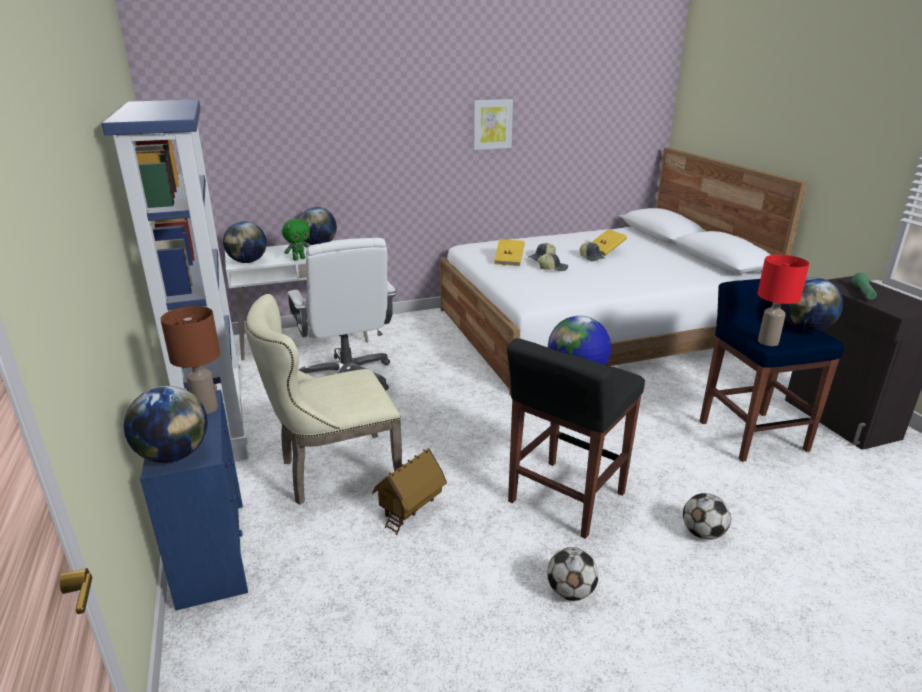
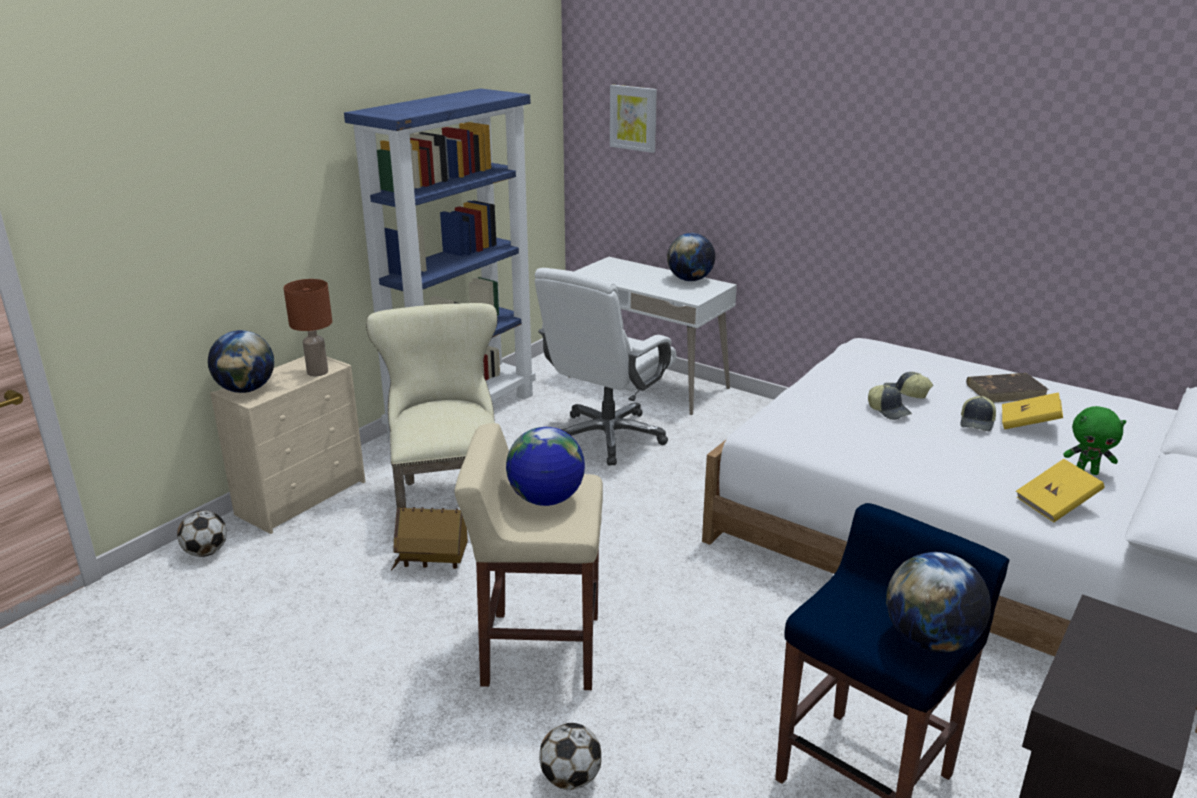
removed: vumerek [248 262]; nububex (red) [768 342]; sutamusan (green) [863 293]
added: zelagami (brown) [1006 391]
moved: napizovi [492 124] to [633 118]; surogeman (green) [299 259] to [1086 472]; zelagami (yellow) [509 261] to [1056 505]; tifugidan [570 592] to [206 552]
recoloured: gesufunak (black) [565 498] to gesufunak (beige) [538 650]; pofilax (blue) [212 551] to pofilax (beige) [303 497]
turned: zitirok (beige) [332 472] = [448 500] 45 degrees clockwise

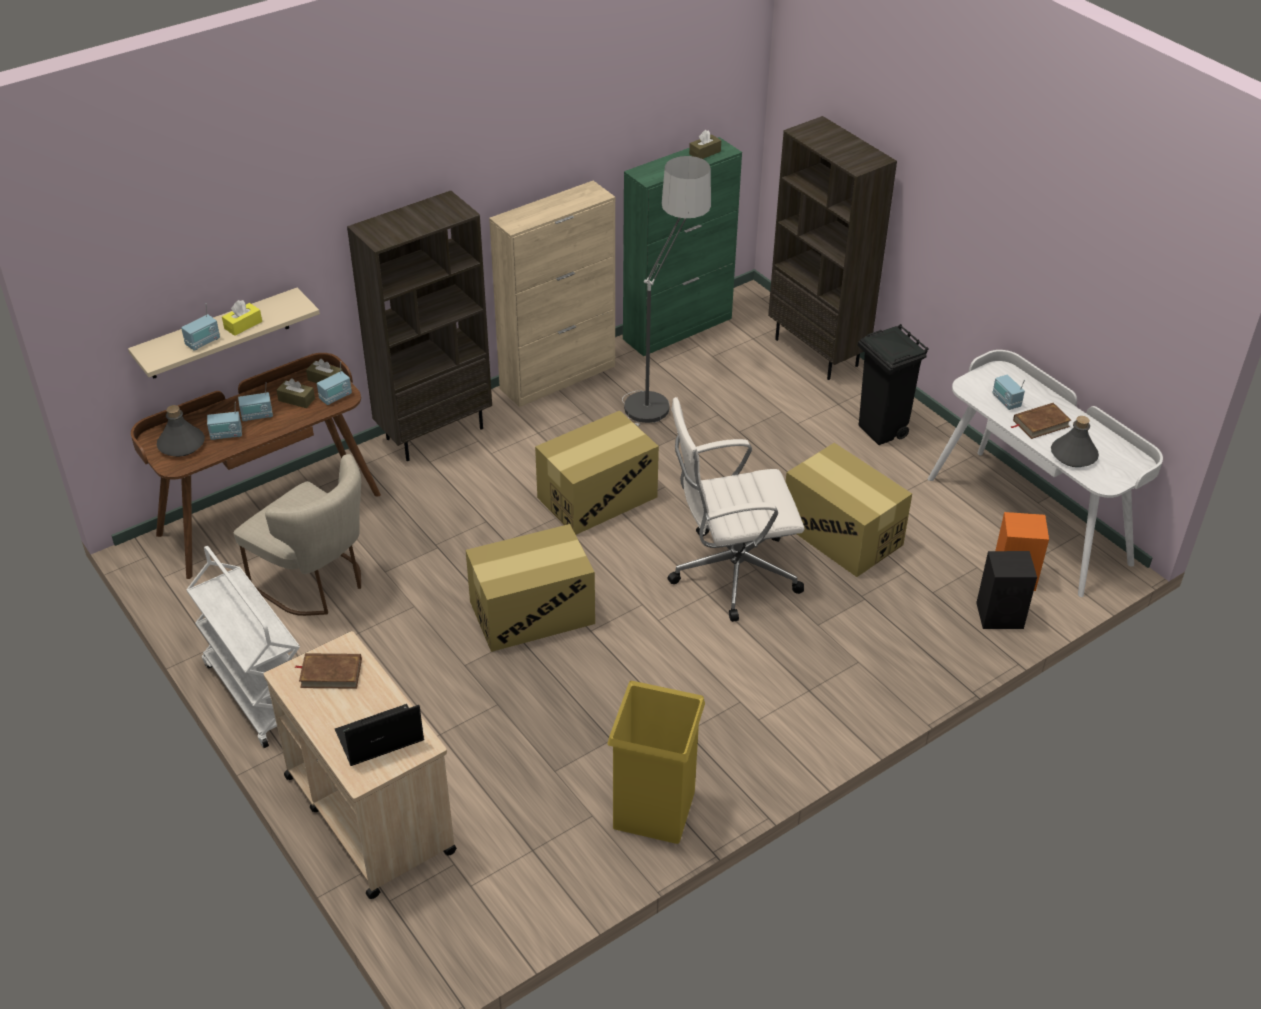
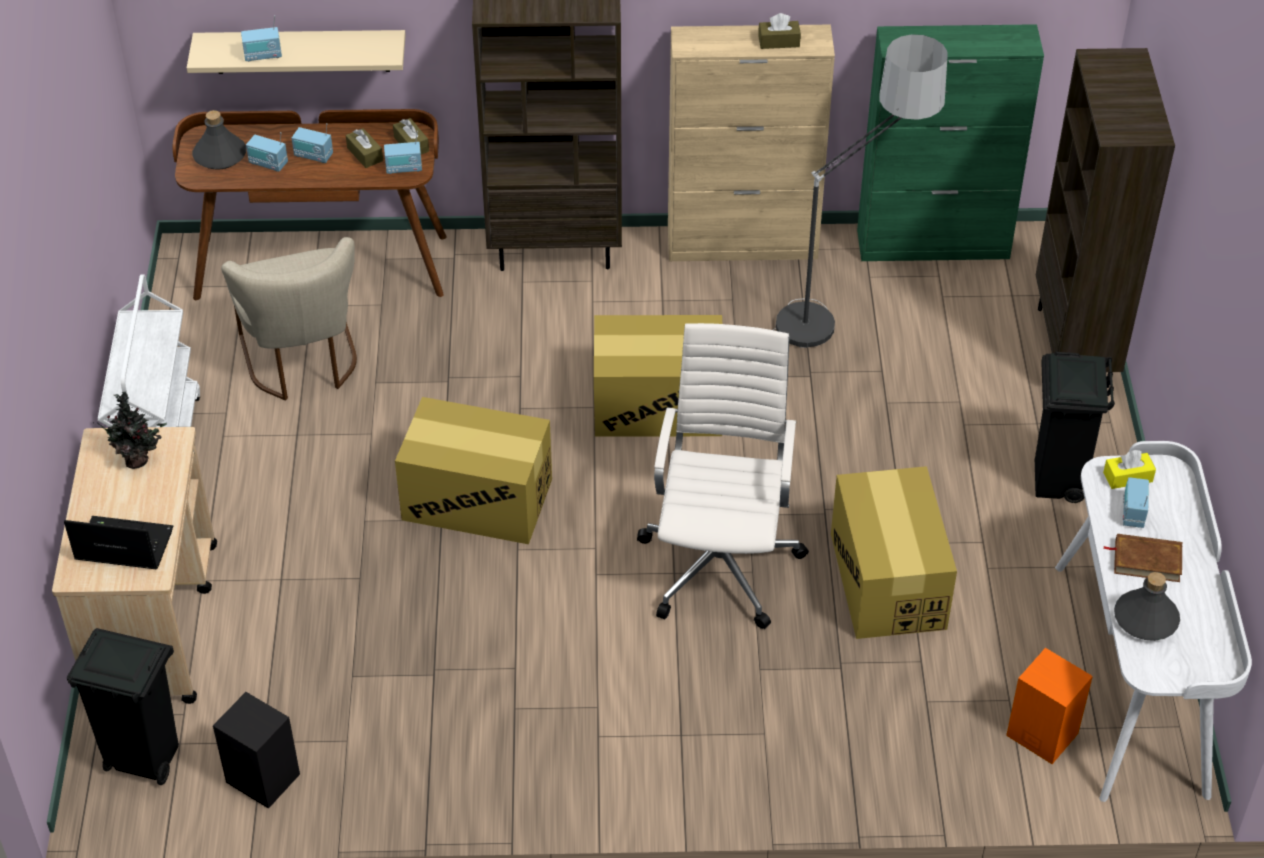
removed: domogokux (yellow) [653 808]
added: domogokux (black) [143 759]
moved: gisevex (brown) [705 153] to [779 41]; gisevex (yellow) [243 325] to [1127 477]; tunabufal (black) [1001 615] to [264 779]
replaced: zelagami (brown) [331 673] to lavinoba [139 460]
turned: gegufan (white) [730 572] = [721 561] 75 degrees clockwise

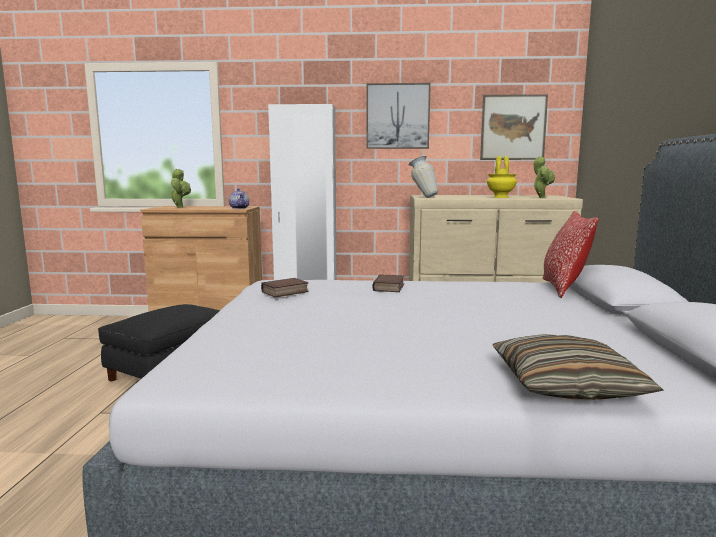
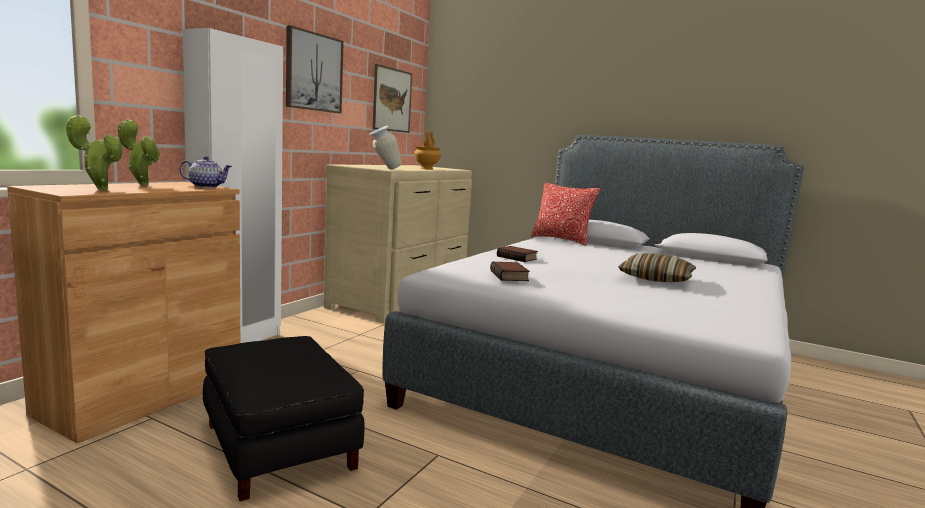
moved: lavinoba [541 197] to [141 184]; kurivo [566 385] to [656 279]
recoloured: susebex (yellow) [500 197] to susebex (brown) [426 169]

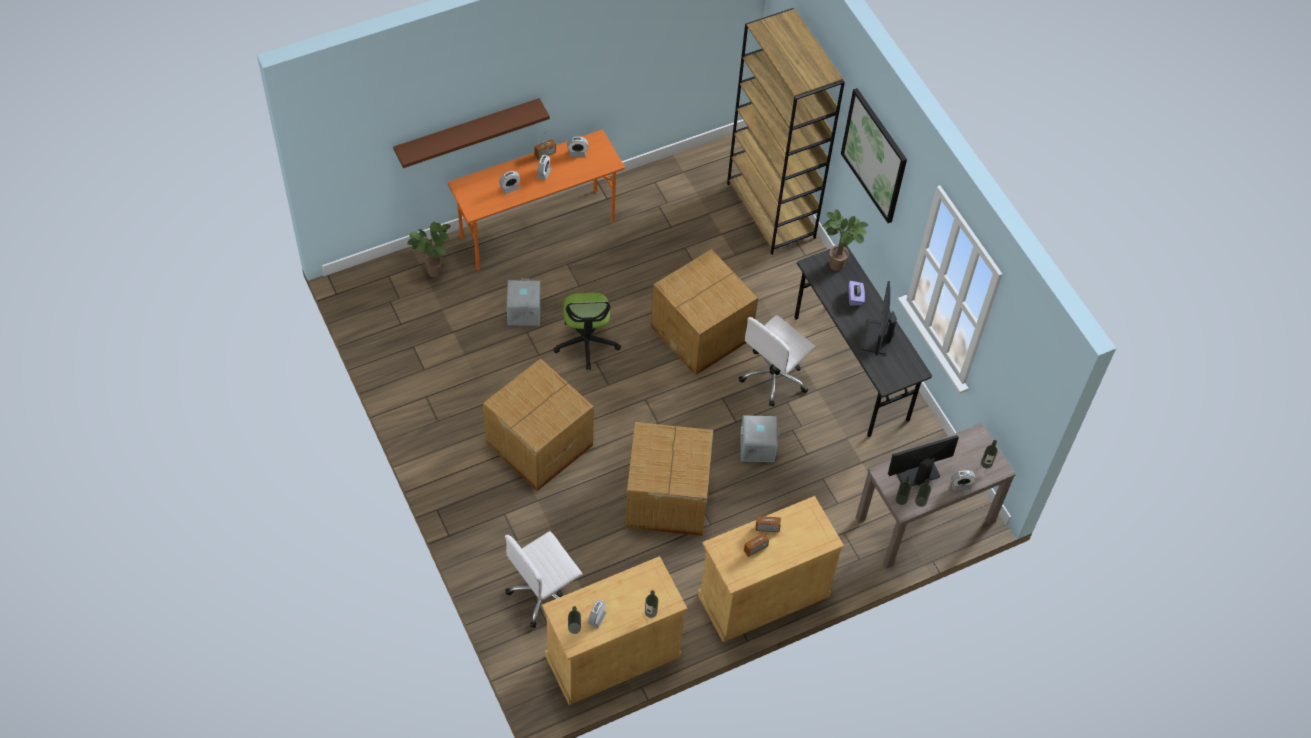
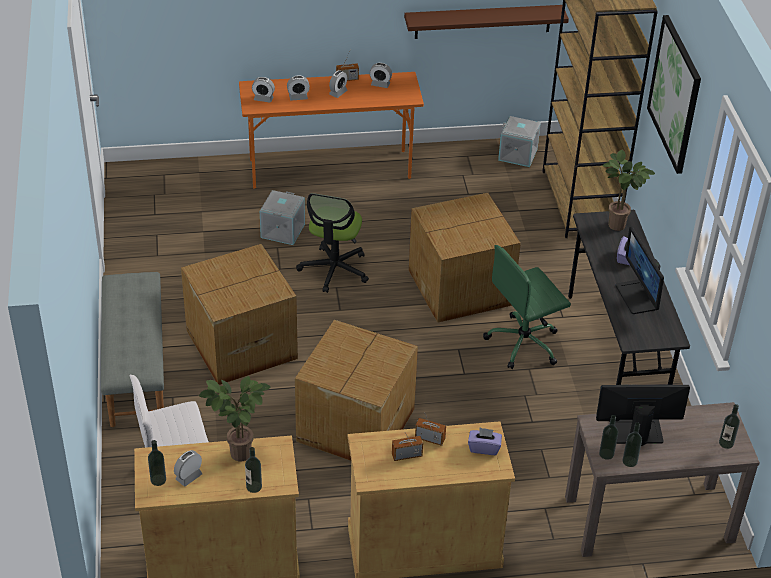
added: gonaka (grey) [135 368]; gisevex (purple) [484 448]
moved: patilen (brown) [467 131] to [483 21]; lavinoba [434 274] to [238 456]; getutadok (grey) [757 446] to [518 154]; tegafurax [960 485] to [263 99]
recoloured: gegufan (white) [774 377] to gegufan (green) [524 343]
turned: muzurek [877 337] = [638 297] 45 degrees counterclockwise

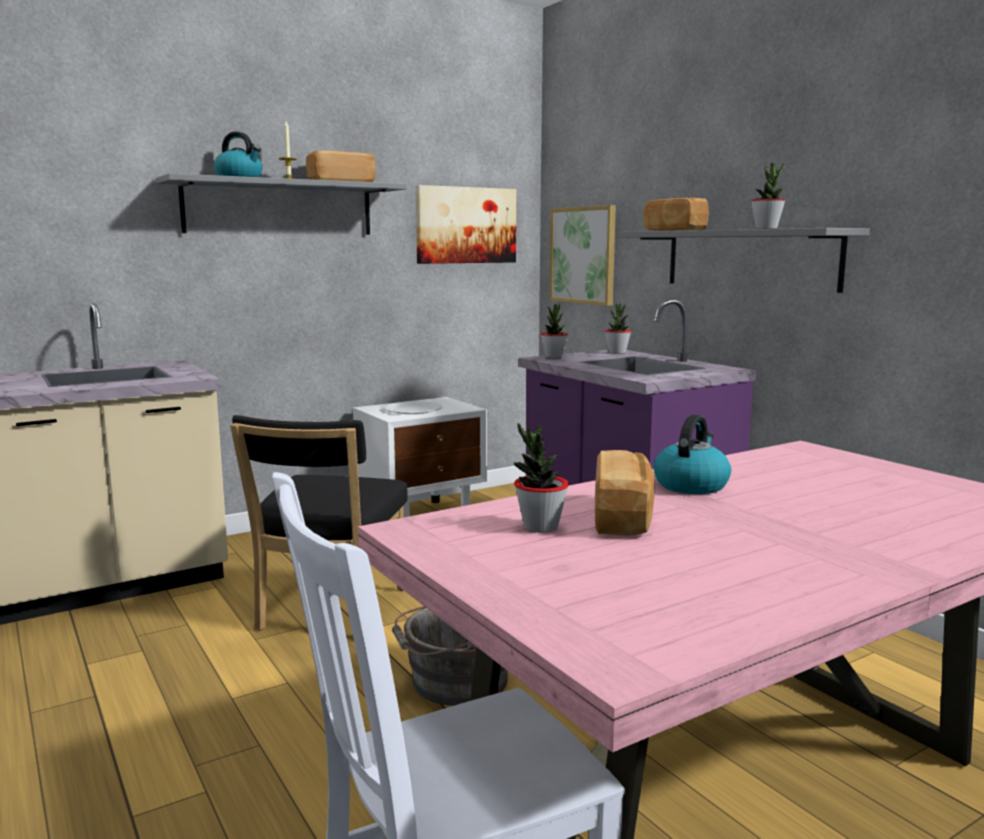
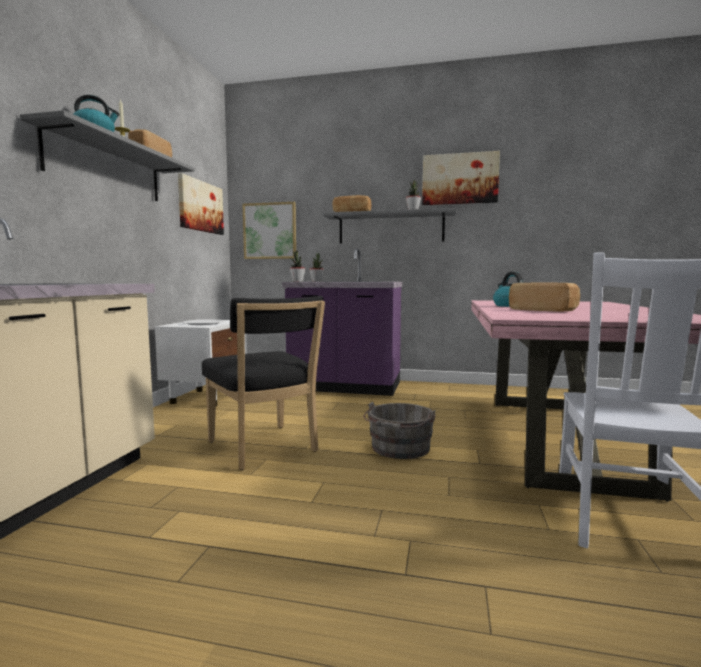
removed: lavinoba [540 527]
added: napizovi [459 179]

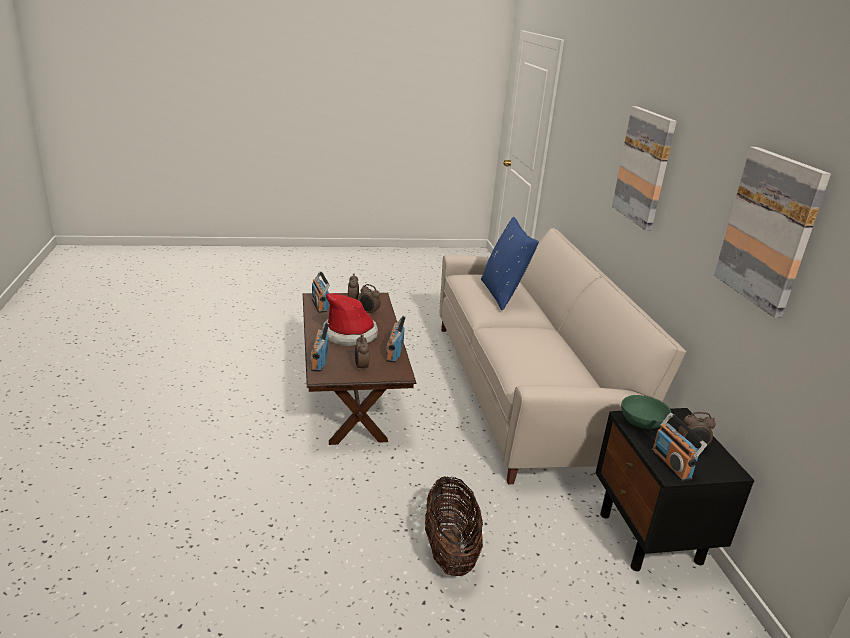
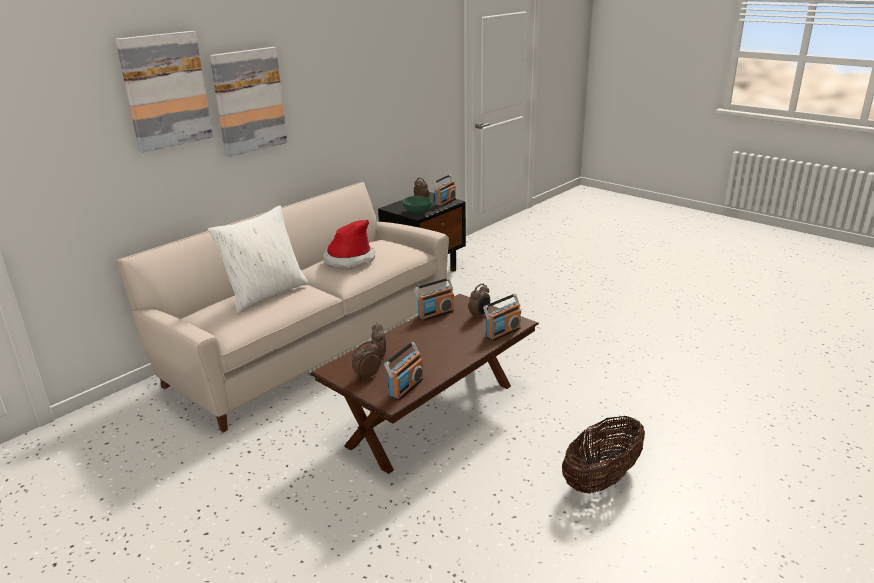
moved: napizovi [769 230] to [165 91]; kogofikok [350 334] to [349 259]; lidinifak [450 550] to [601 479]
recoloured: kurivo (blue) [503 294] to kurivo (white) [266 294]

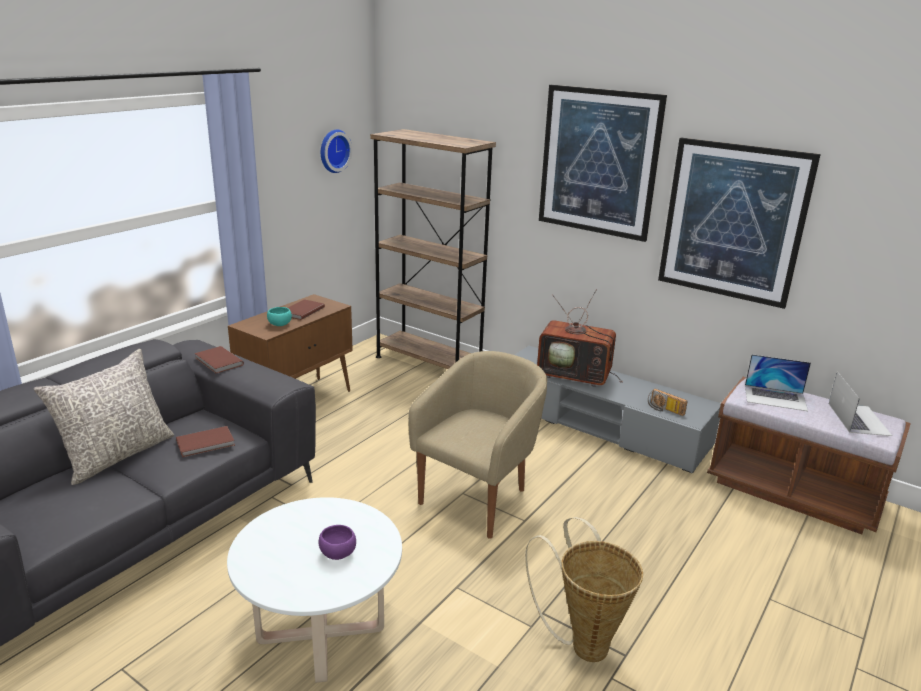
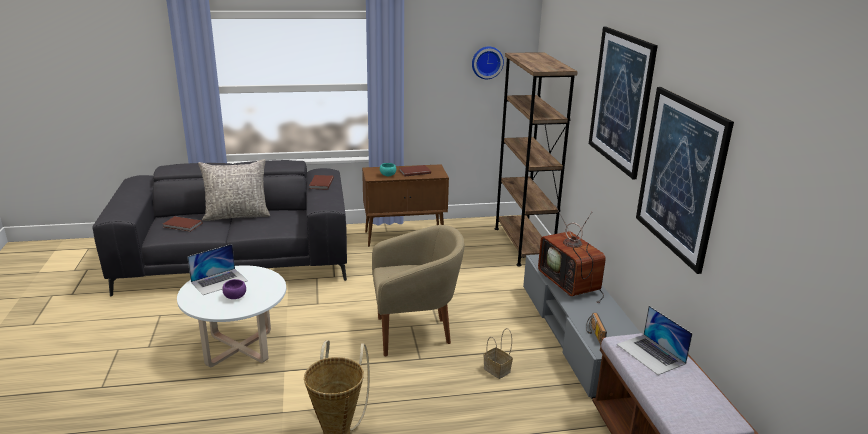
added: lidinifak [498 370]
moved: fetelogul [858 419] to [219 281]; zelagami (brown) [206 443] to [182 225]

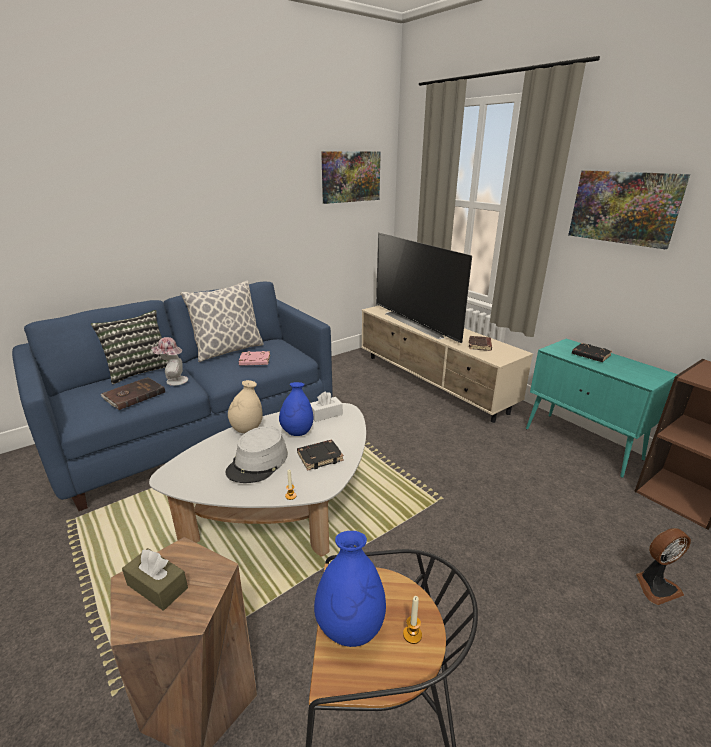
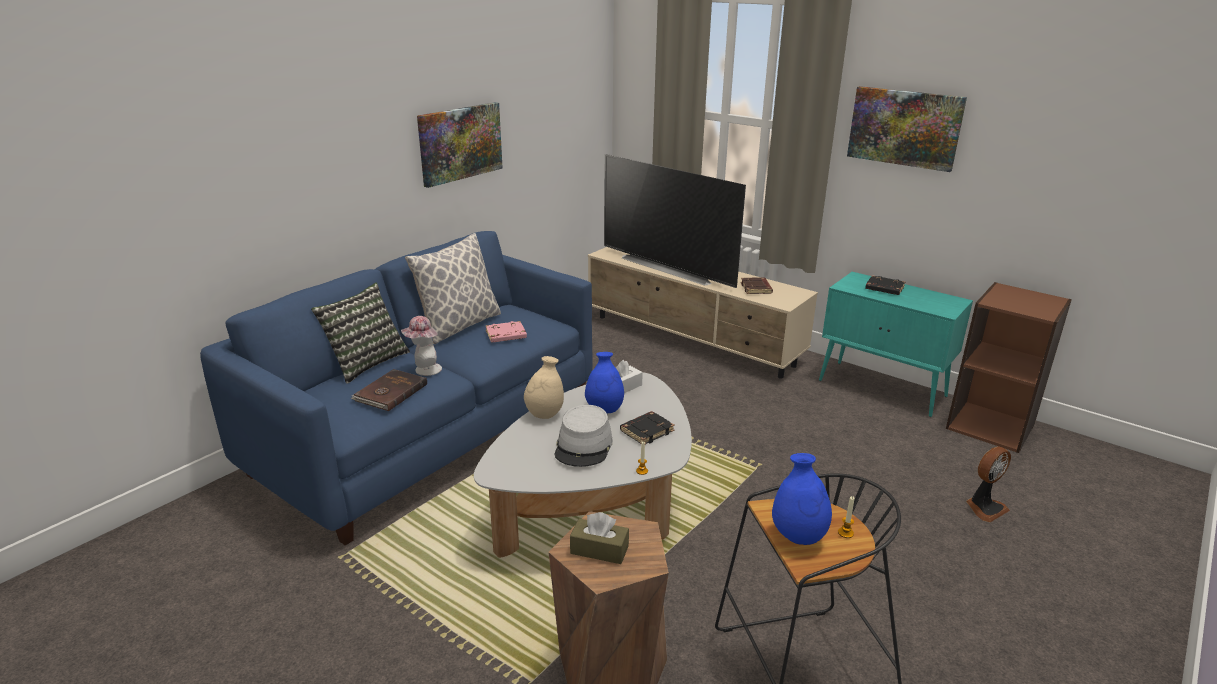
moved: napizovi [350 176] to [460 143]

